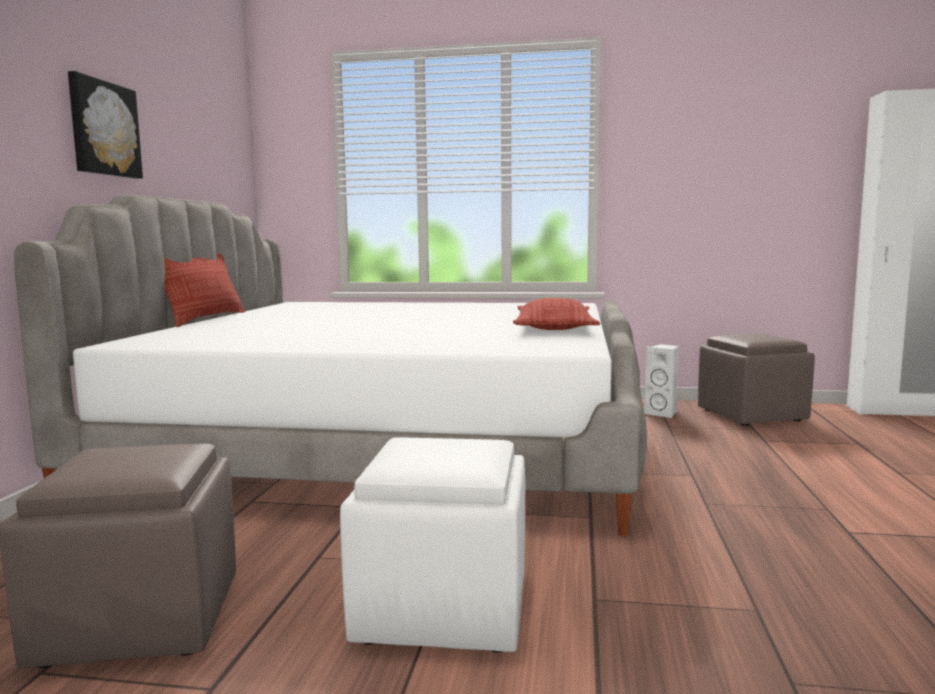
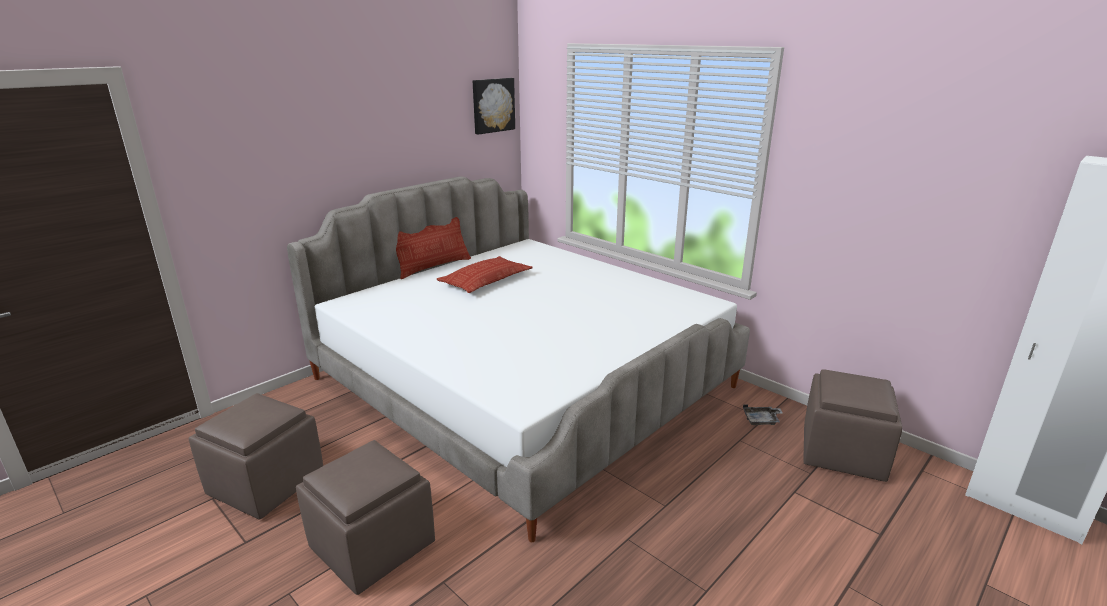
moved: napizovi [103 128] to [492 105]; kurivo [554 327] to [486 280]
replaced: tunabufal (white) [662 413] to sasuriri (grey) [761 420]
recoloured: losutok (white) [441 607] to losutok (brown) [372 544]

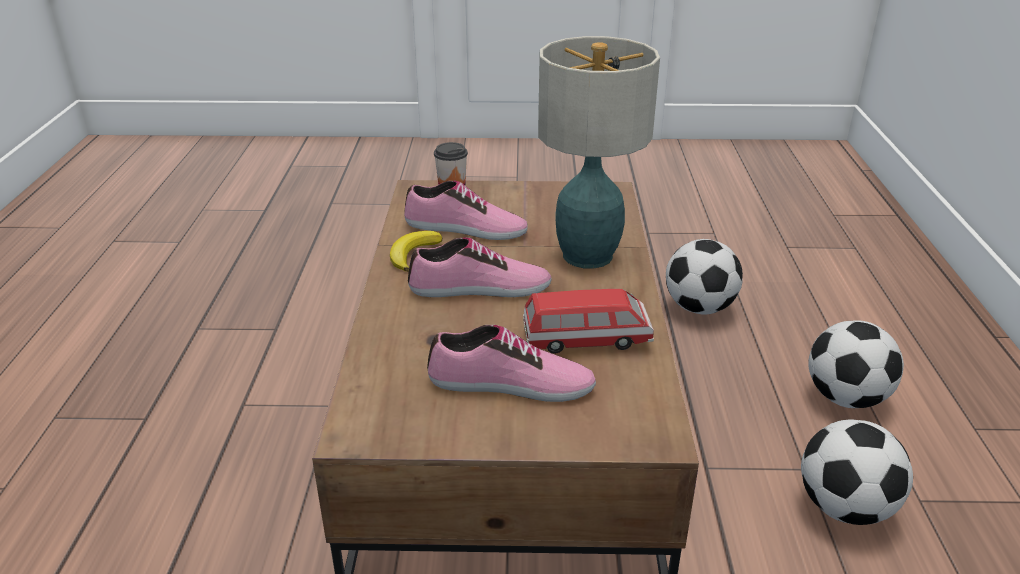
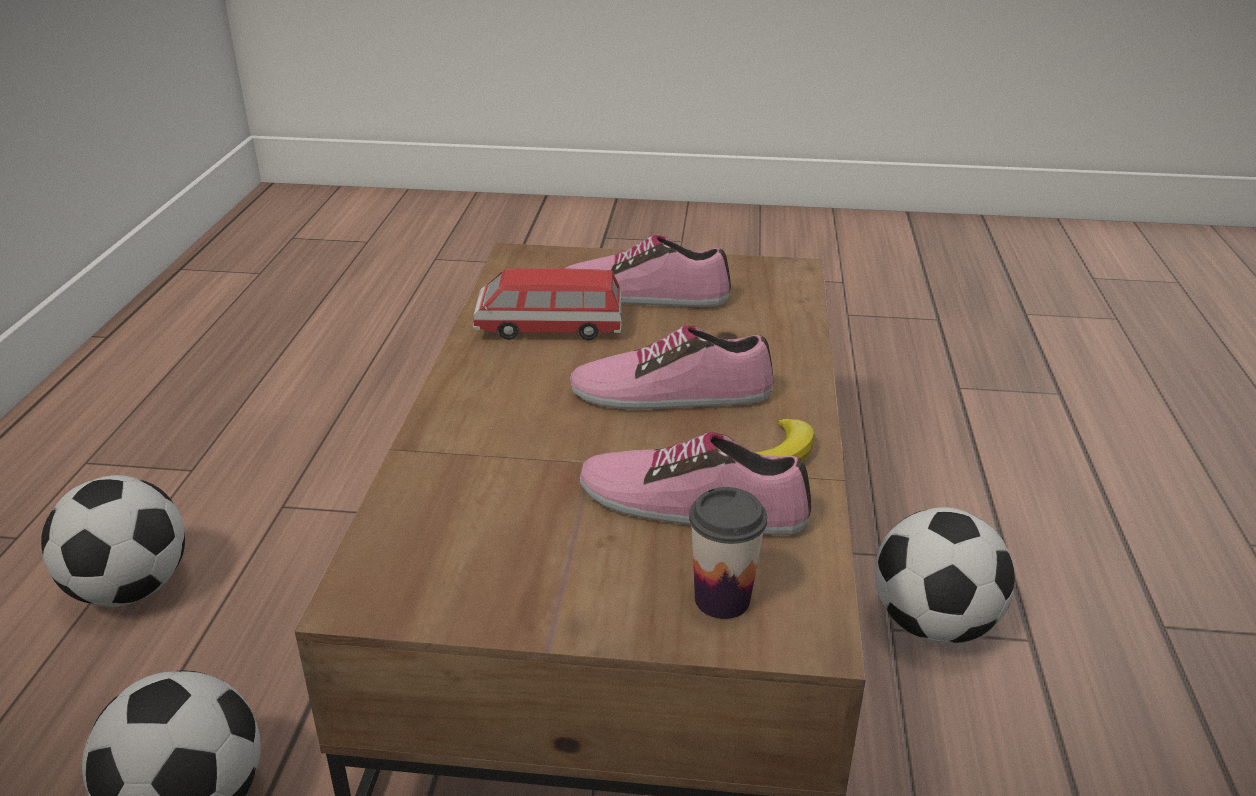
removed: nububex [587 255]
moved: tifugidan [844 508] to [933 624]

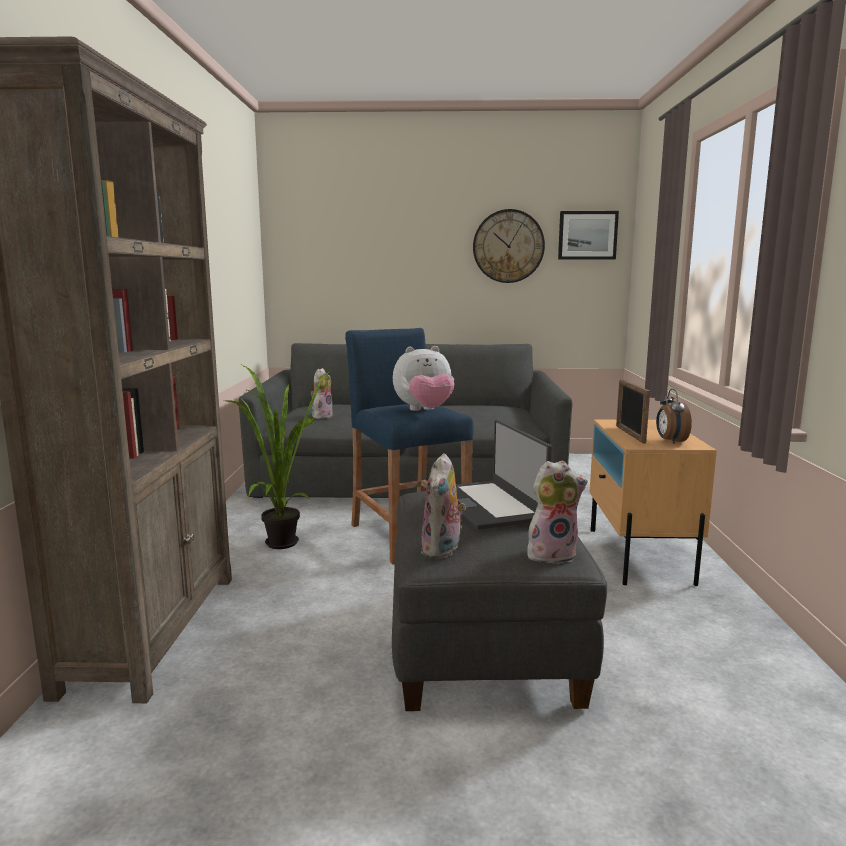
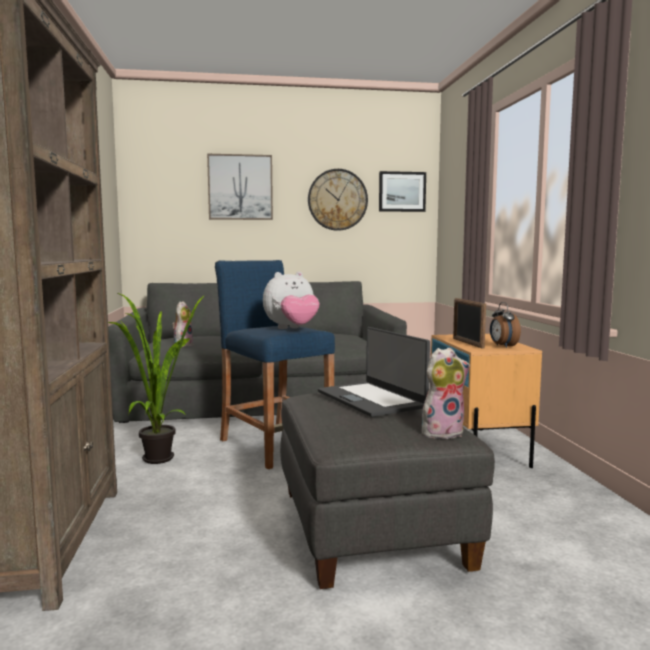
removed: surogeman [443 550]
added: napizovi [240 187]

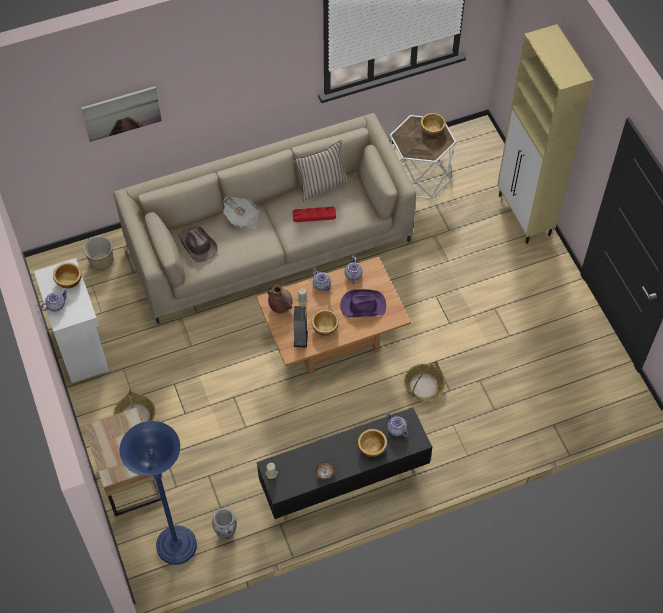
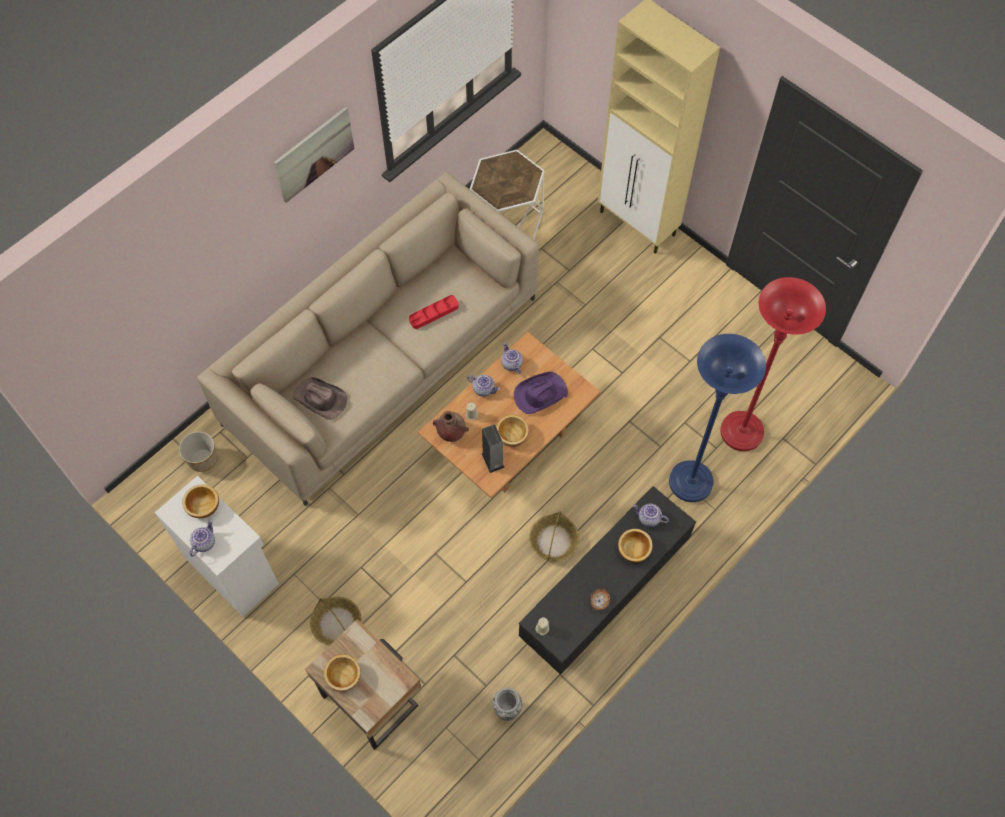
removed: kurivo (beige) [322 186]; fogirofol [242 218]
added: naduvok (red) [741 432]
moved: napizovi [121 113] to [314 154]; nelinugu [432 129] to [344 676]; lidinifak [424 386] to [554 541]; naduvok (blue) [176 546] to [690 482]

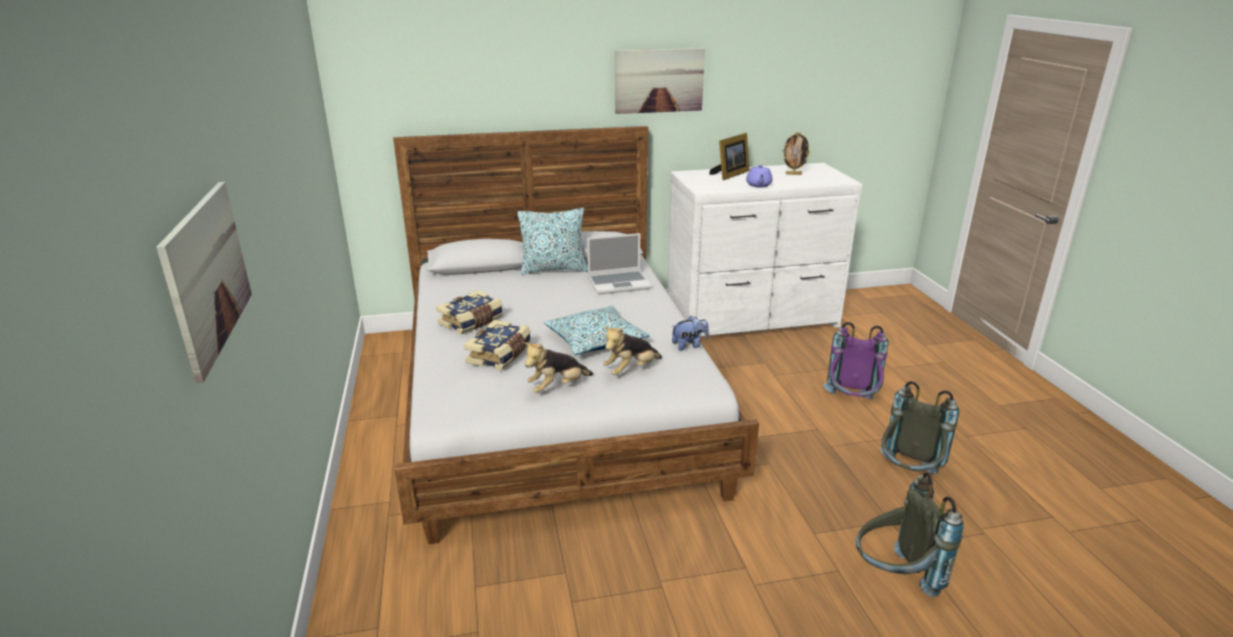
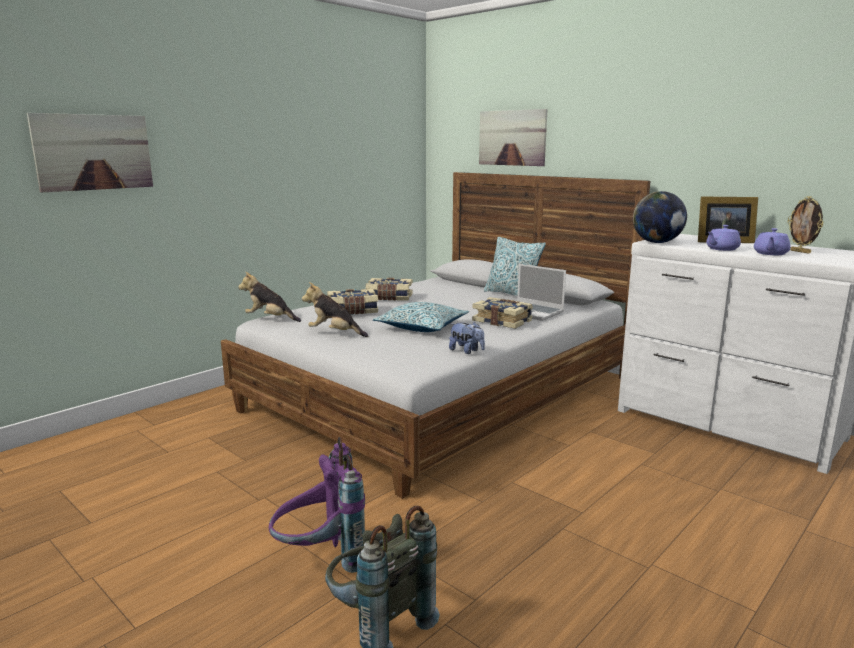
removed: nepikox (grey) [907 476]
added: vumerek [657 242]; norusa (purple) [770 254]; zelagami [502 321]
moved: napizovi [659 81] to [512 138]; nepikox (purple) [851 404] to [321 559]; surogeman [631 370] to [270 319]

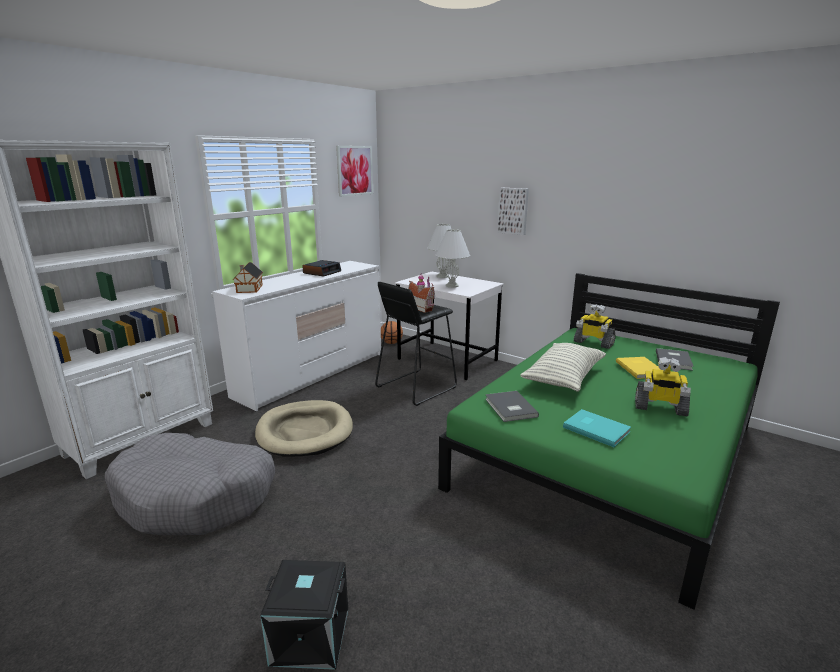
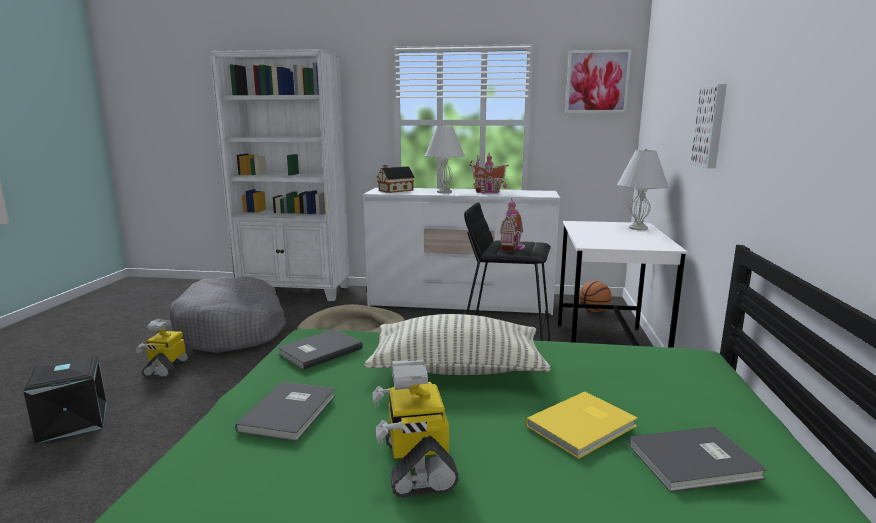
moved: nububex (white) [452 286] to [444 192]; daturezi [593 343] to [168 367]
replaced: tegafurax [322 272] to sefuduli [488 192]
recoloured: zelagami (turquoise) [596 428] to zelagami (grey) [291 412]

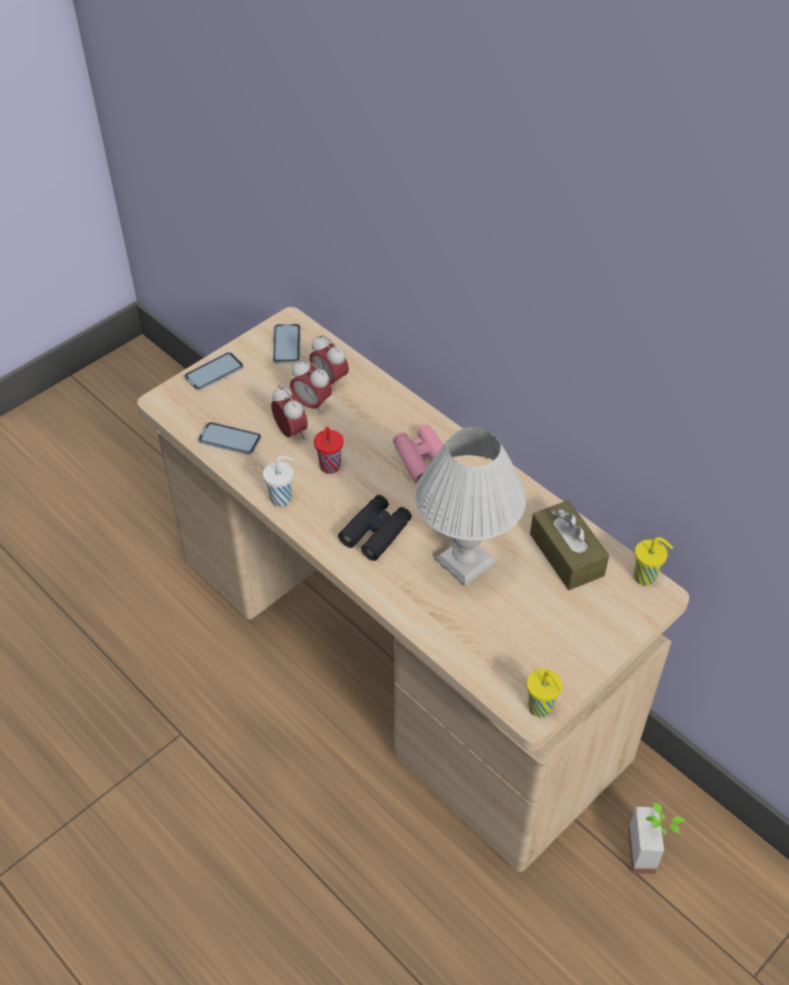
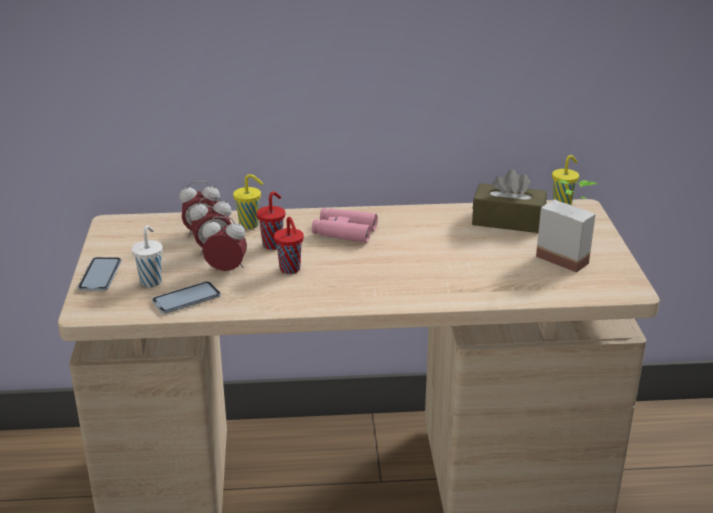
removed: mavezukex [287 345]; nububex (white) [465 563]; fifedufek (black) [376 532]
added: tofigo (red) [273 244]
moved: tofigo (white) [282 498] to [151 281]; tofigo (yellow) [541 708] to [250 225]; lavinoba [650 852] to [567 256]

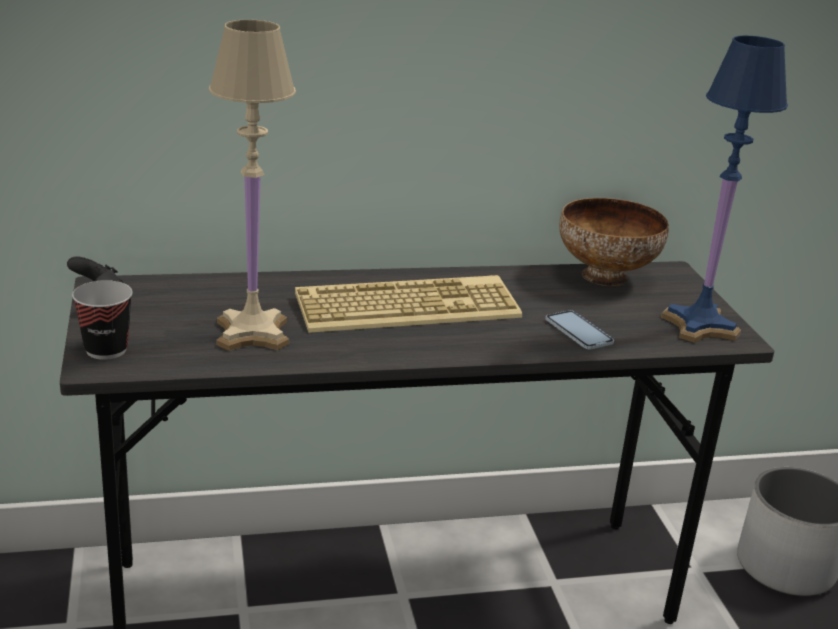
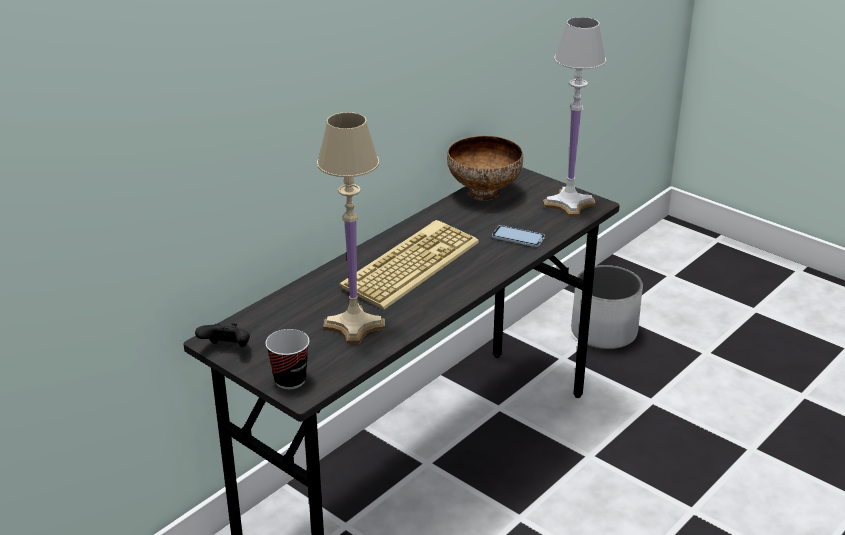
recoloured: nububex (blue) [700 326] to nububex (white) [569 204]

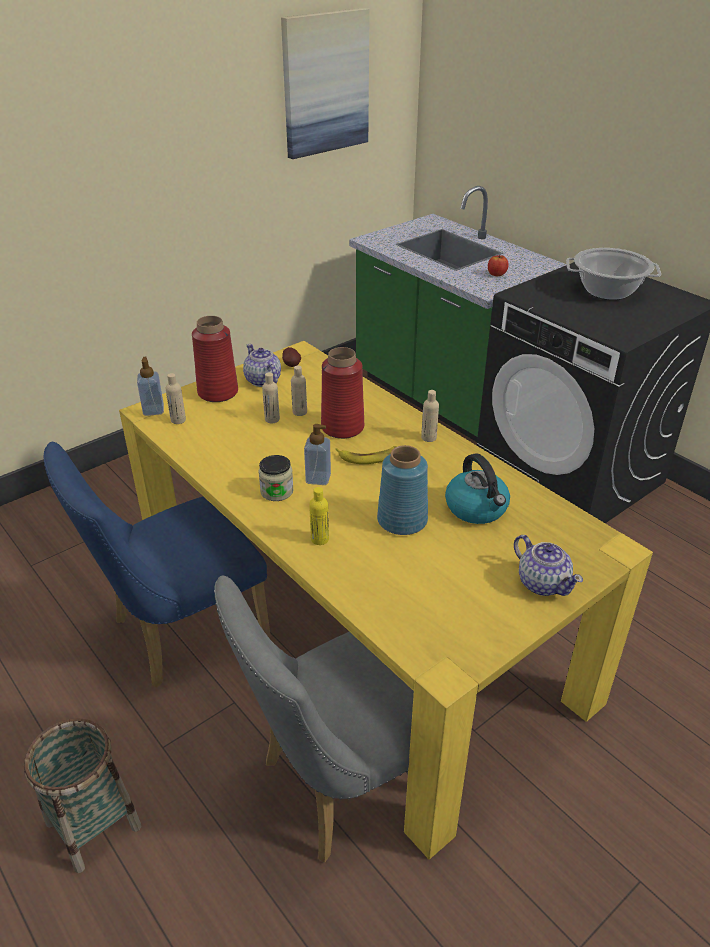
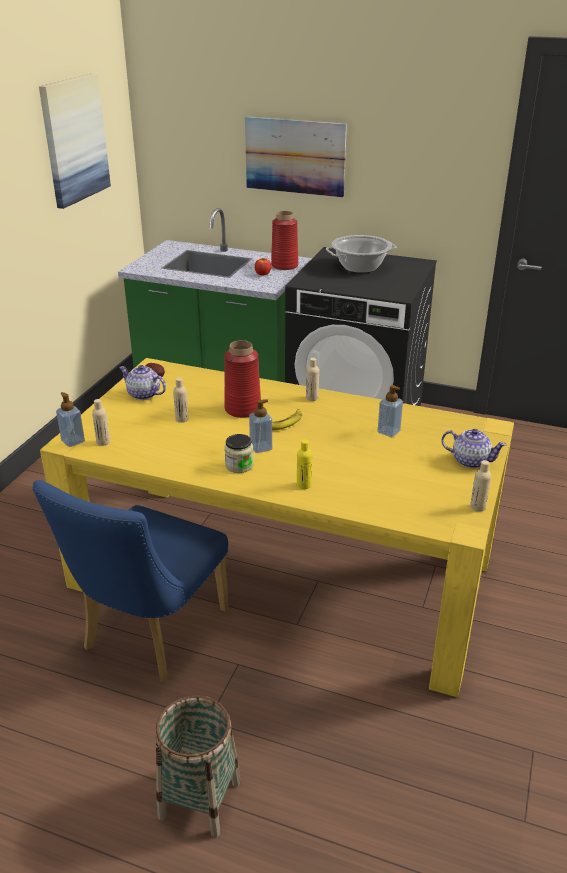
removed: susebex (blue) [402 521]; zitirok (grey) [342 783]
added: napizovi [295 156]
moved: susebex (red) [217 392] to [284 265]; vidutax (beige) [299 412] to [477 507]
replaced: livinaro [477 508] to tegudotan [388 431]

